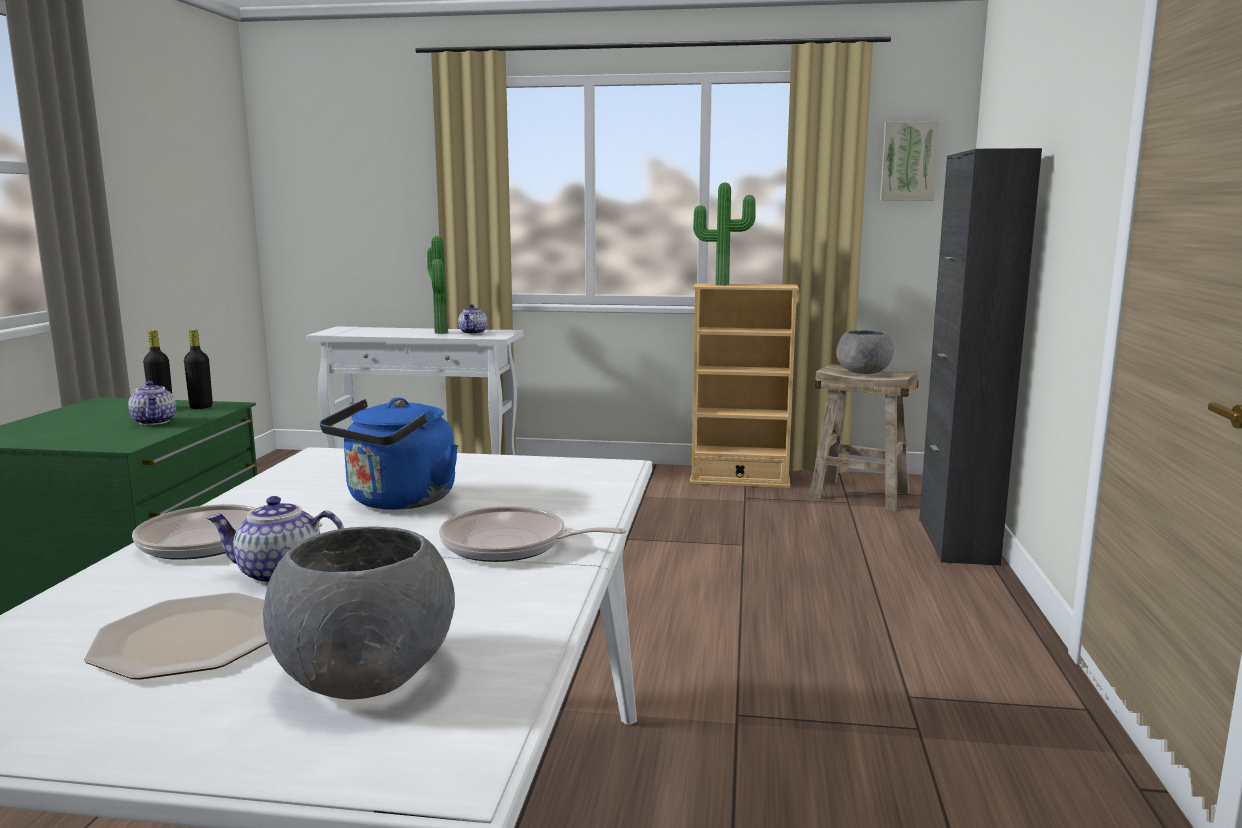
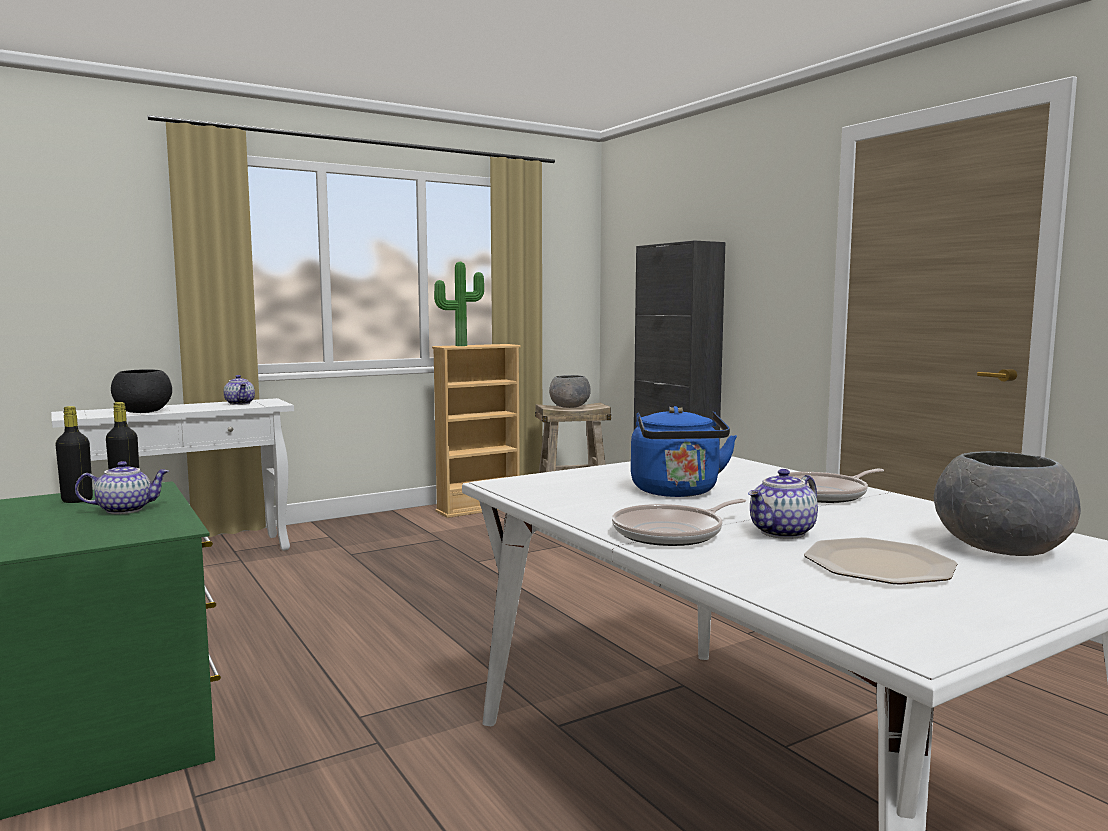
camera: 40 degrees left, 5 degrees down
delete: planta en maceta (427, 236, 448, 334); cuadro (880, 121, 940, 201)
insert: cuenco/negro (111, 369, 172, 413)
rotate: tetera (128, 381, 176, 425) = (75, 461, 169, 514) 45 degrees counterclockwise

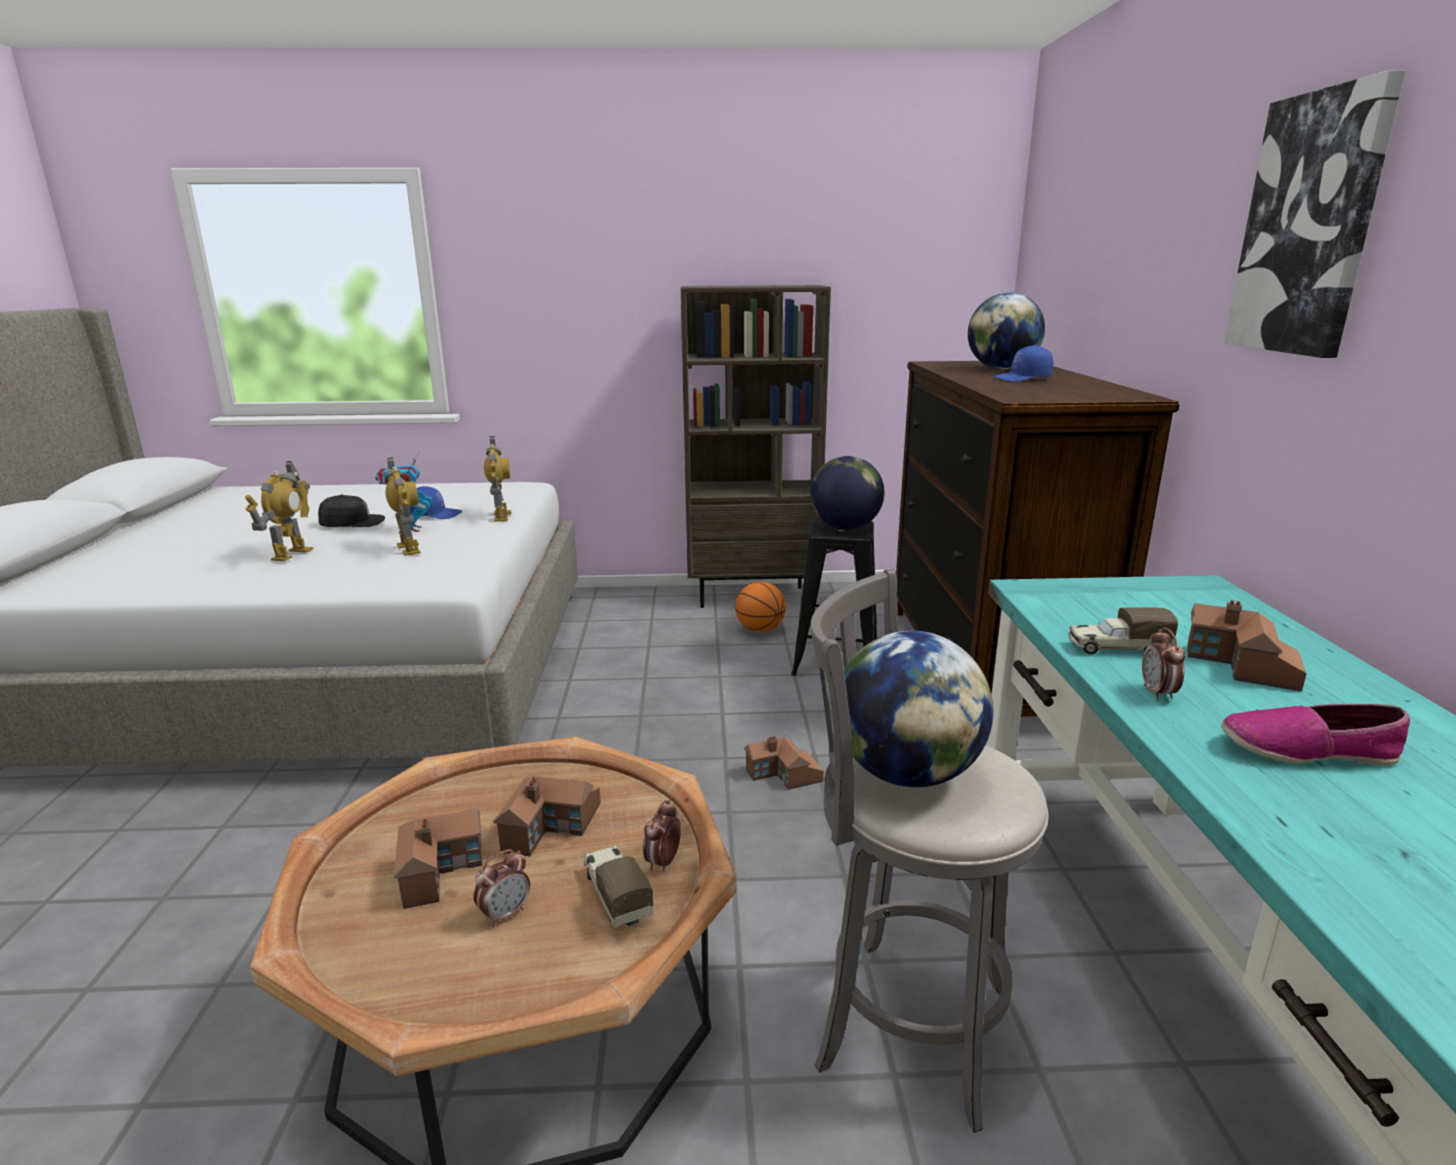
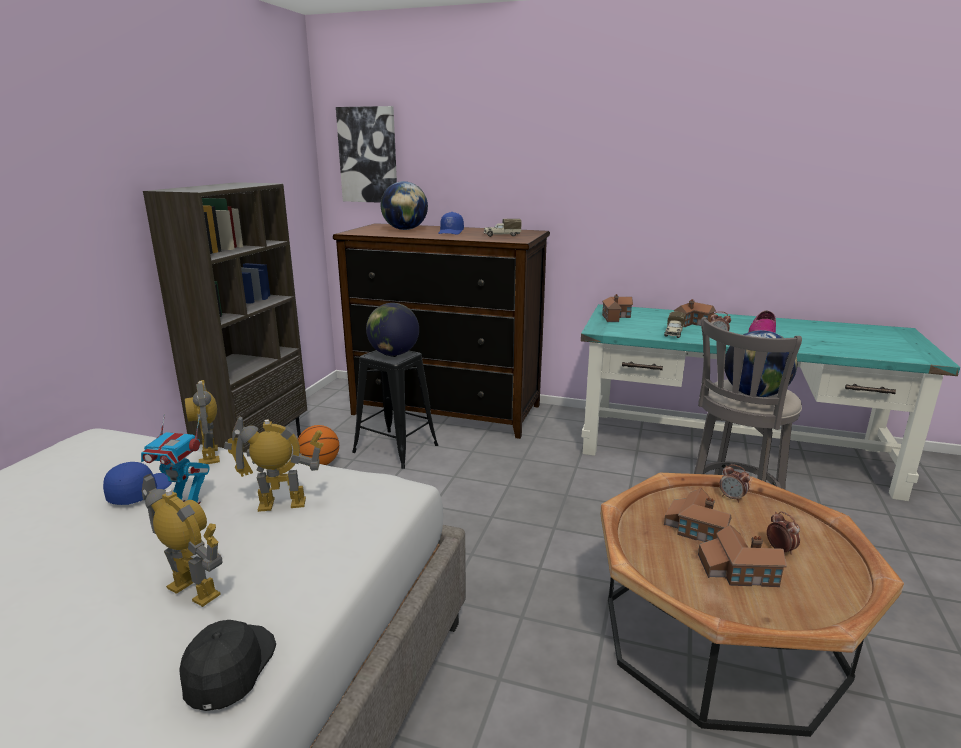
camera: 70 degrees left, 0 degrees up
move: gorra/negro (318, 494, 385, 527) to (179, 620, 276, 711); cuadro (1224, 70, 1406, 358) to (336, 106, 397, 203); camión de juguete (584, 844, 653, 928) to (483, 219, 521, 237); casita (744, 736, 824, 790) to (602, 294, 633, 322)
rotate: robot de juguete (484, 436, 511, 522) = (185, 380, 220, 464) 120 degrees counterclockwise

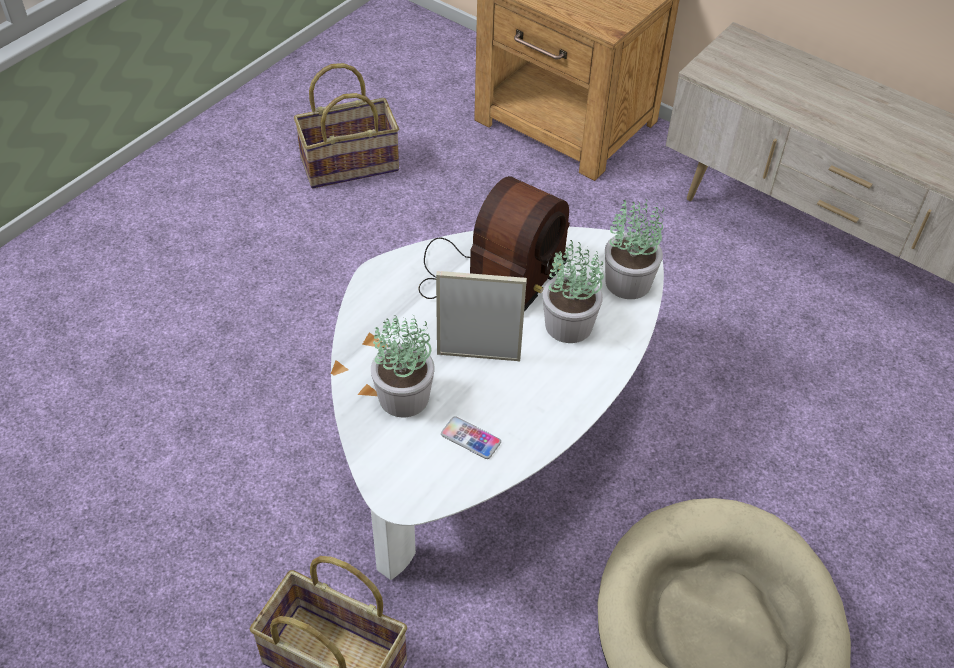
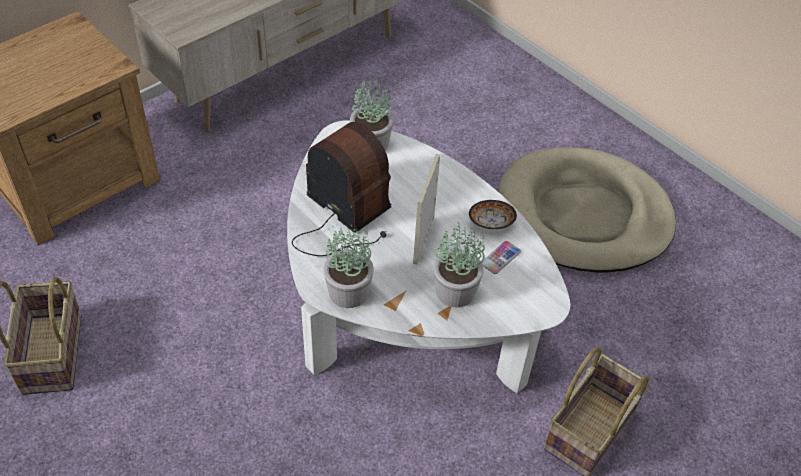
camera: 80 degrees left, 0 degrees up
insert: cuenco (469, 200, 517, 229)
move: planta en maceta (543, 240, 604, 343) to (323, 226, 374, 308)

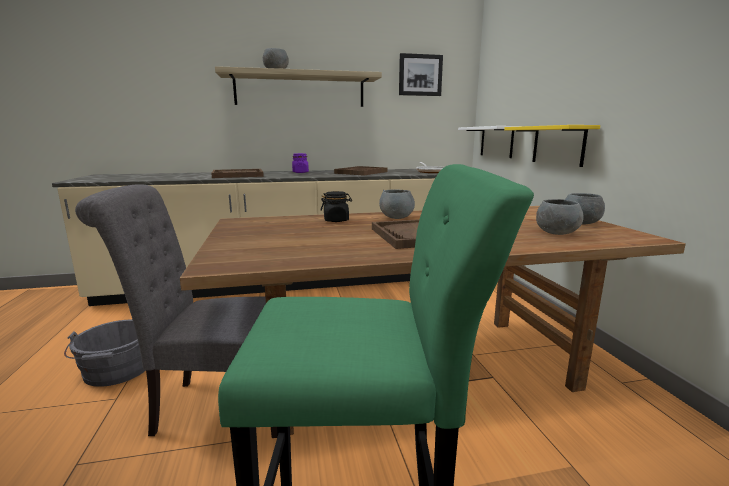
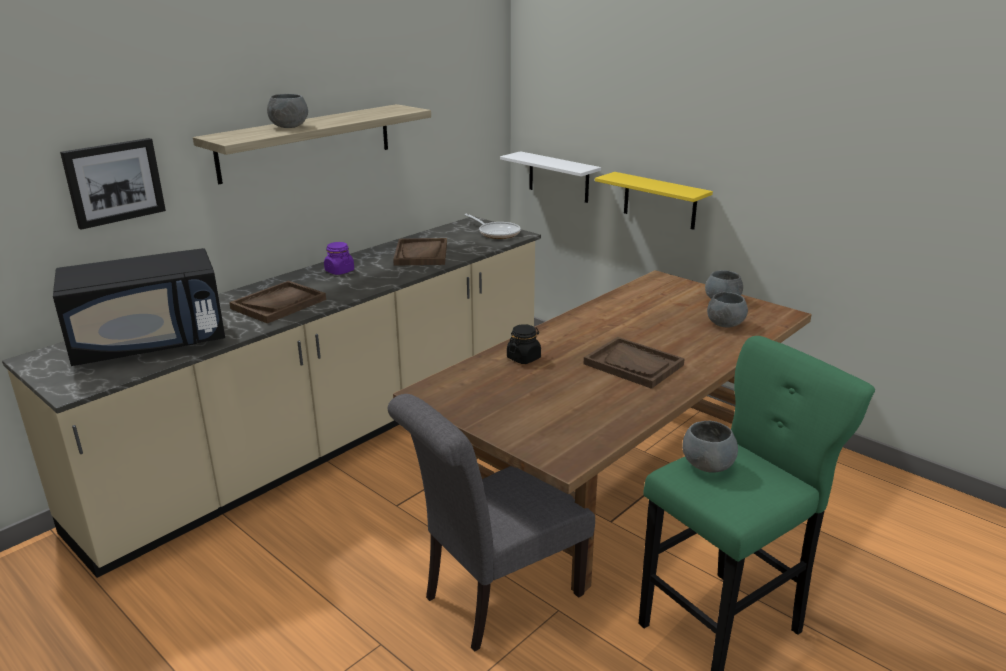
camera: 35 degrees left, 10 degrees up
delete: cubo/gris (64, 320, 146, 387)
insert: microondas/negro (53, 248, 225, 366)
move: cuadro (399, 53, 443, 96) to (60, 138, 166, 230); cuenco/gris (379, 189, 415, 219) to (682, 421, 738, 473)

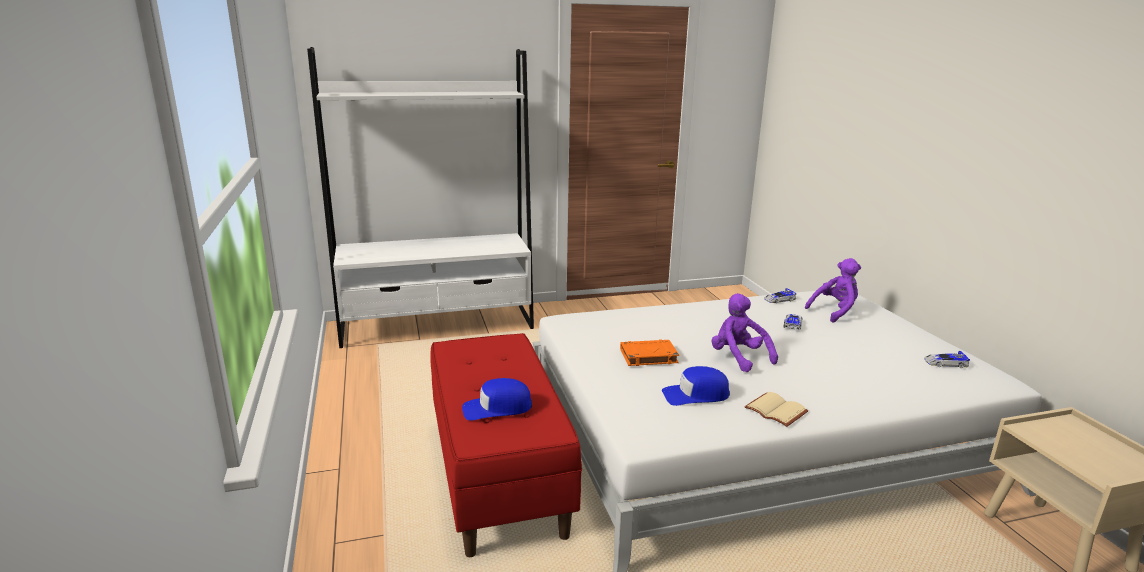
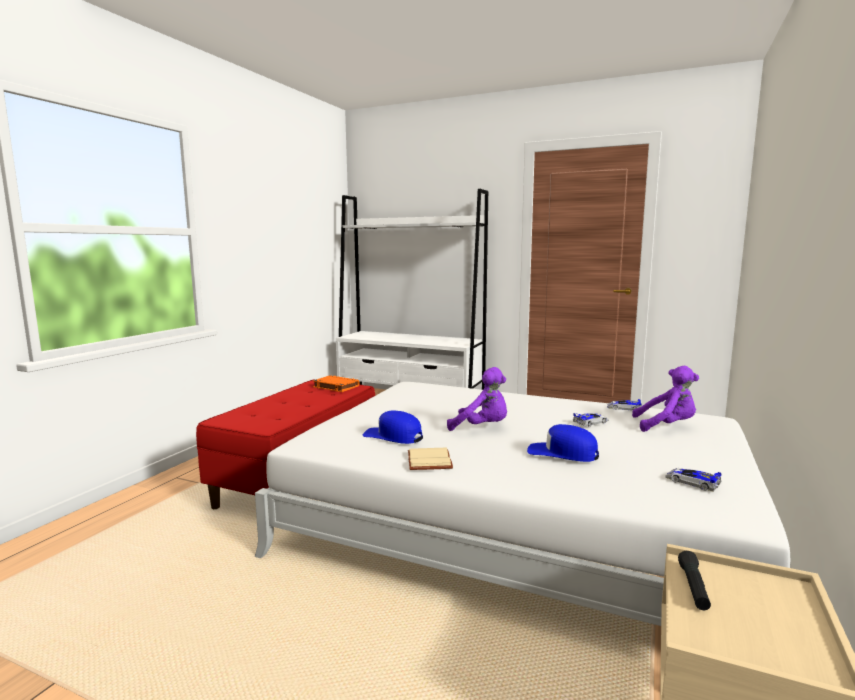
camera: 40 degrees right, 10 degrees down
insert: linterna/negro (678, 551, 711, 610)
move: libro/naranja (620, 339, 679, 366) to (313, 375, 360, 392); gorra/azul (462, 378, 532, 421) to (527, 424, 599, 462)
rotate: peluche/morado (711, 293, 778, 372) = (447, 367, 507, 431) 105 degrees clockwise

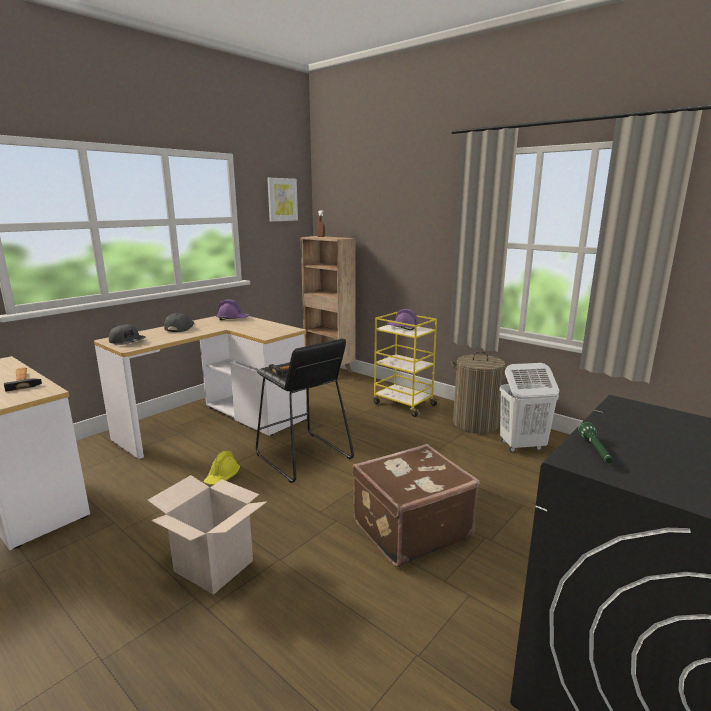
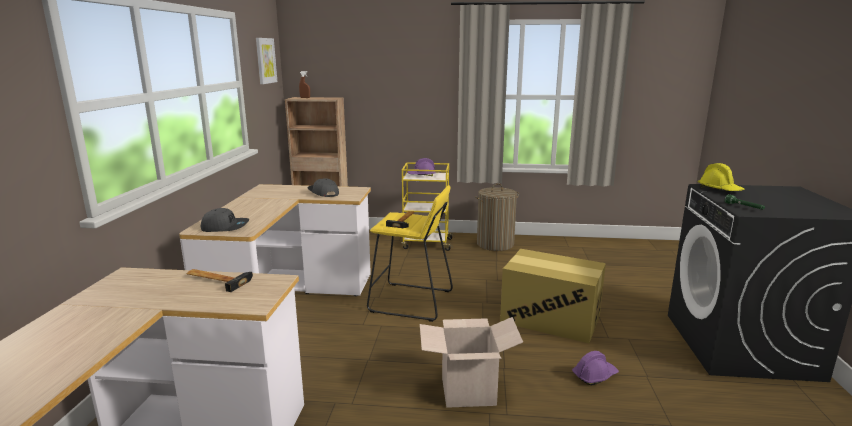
camera: 35 degrees left, 0 degrees up
delete: cesto de la ropa/blanco (500, 363, 559, 452)
move: gorra/gris (164, 313, 194, 332) to (308, 179, 339, 197); casco/morado (216, 299, 250, 320) to (572, 351, 619, 386); casco/amarillo (203, 451, 240, 485) to (697, 163, 745, 191)
replace: maleta/marrón (352, 444, 480, 567) to caja de cartón (500, 249, 606, 343)
recolor: taburete/negro (256, 339, 354, 483) to taburete/amarillo (367, 185, 453, 322)

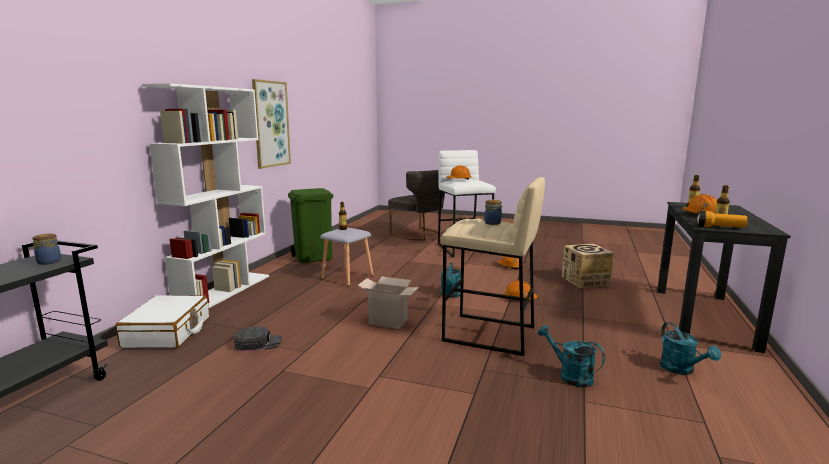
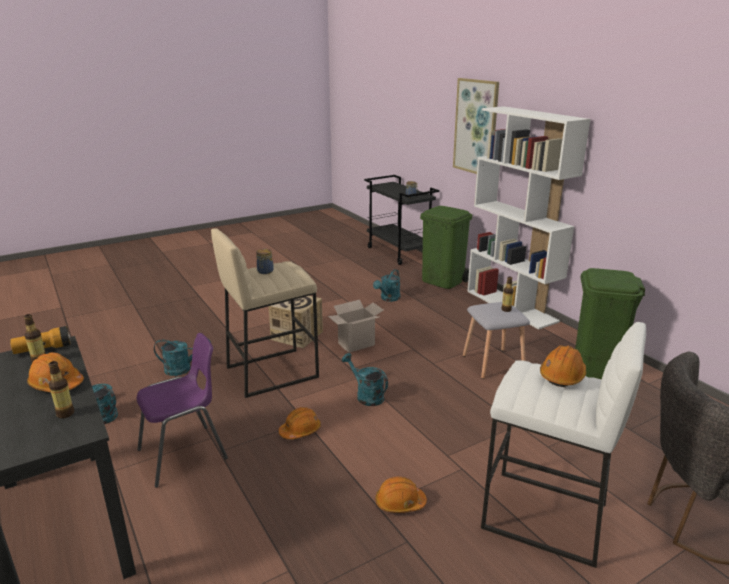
camera: 130 degrees right, 10 degrees up
insert: silla/morado (137, 333, 228, 488)
move: caja de cartón (562, 244, 614, 288) to (268, 296, 323, 348); cuadro (252, 79, 291, 169) to (453, 78, 499, 174)
replace: gorra/negro (234, 326, 282, 352) to regadera/turquesa (373, 269, 400, 302); maleta/blanco (116, 295, 209, 348) to papelera/verde (420, 206, 472, 289)

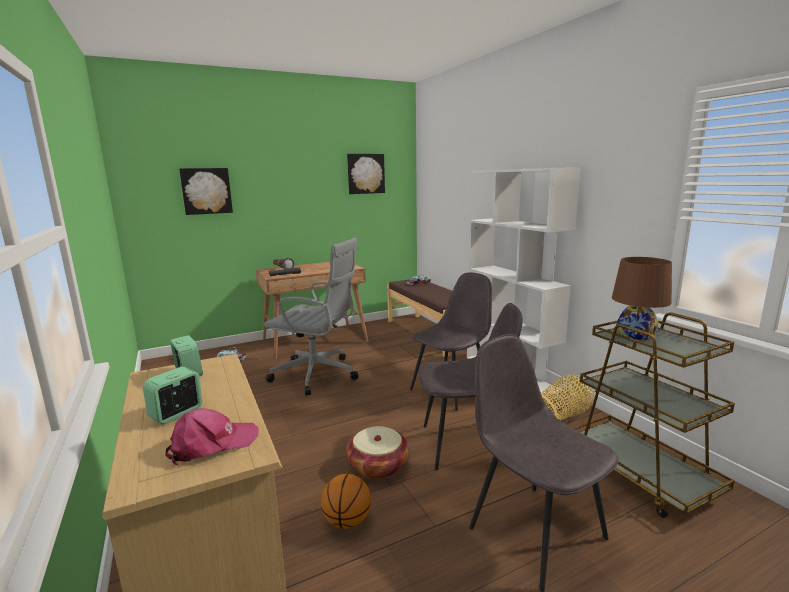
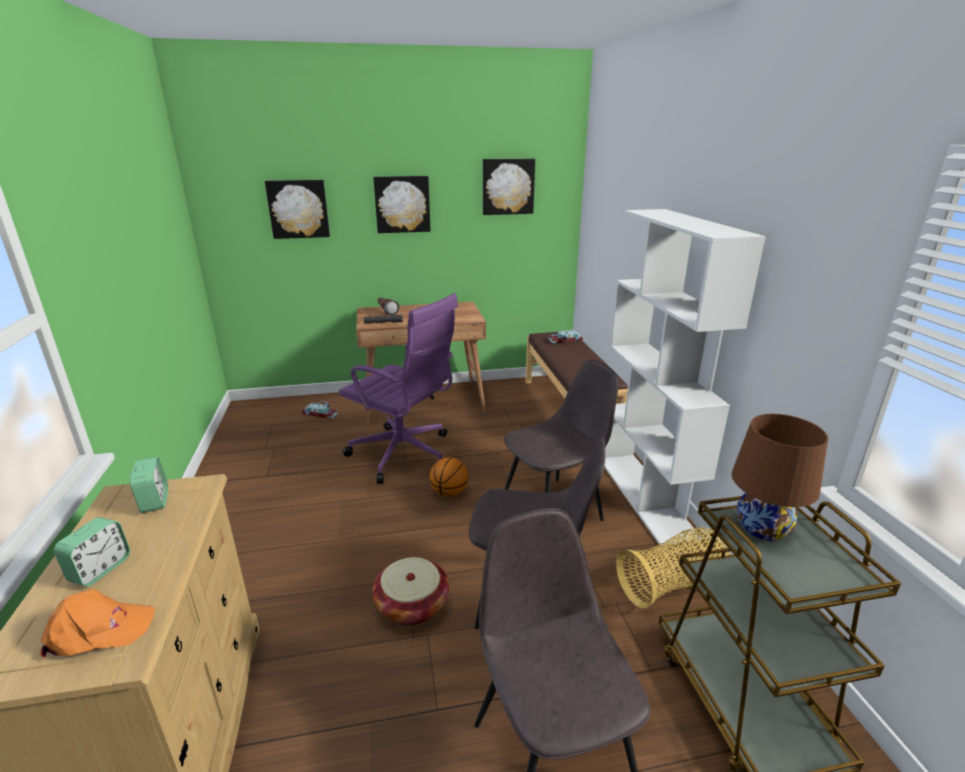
camera: 15 degrees right, 10 degrees up
insert: cuadro (373, 176, 431, 233)
move: balón de baloncesto (321, 474, 371, 529) to (429, 457, 468, 497)
recolor: gorra/rosa (165, 408, 258, 465) to gorra/naranja (40, 589, 155, 660); silla de oficina/gris (264, 237, 359, 395) to silla de oficina/morado (339, 293, 458, 484)
rotate: despertador (143, 367, 202, 424) = (54, 517, 130, 586) 150 degrees clockwise

